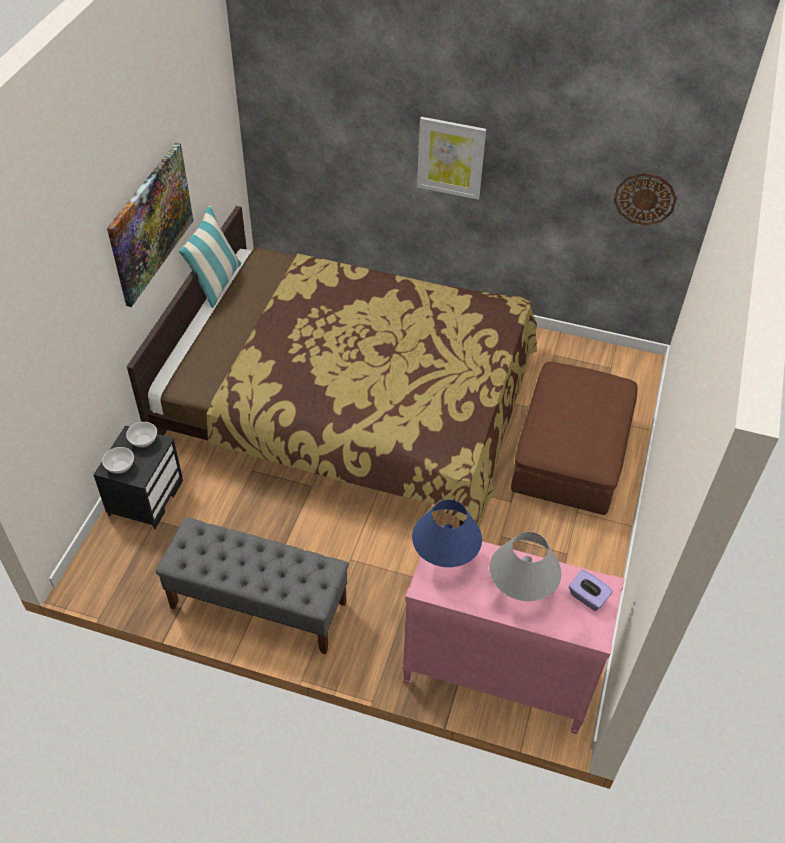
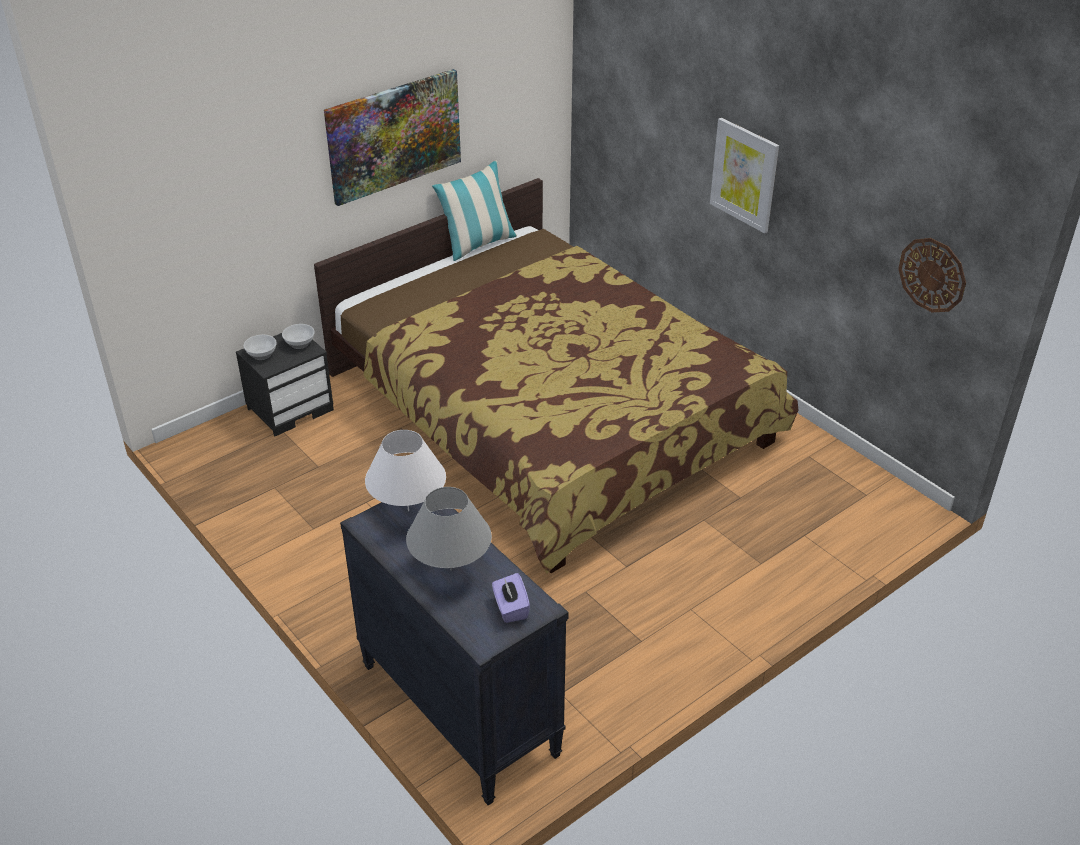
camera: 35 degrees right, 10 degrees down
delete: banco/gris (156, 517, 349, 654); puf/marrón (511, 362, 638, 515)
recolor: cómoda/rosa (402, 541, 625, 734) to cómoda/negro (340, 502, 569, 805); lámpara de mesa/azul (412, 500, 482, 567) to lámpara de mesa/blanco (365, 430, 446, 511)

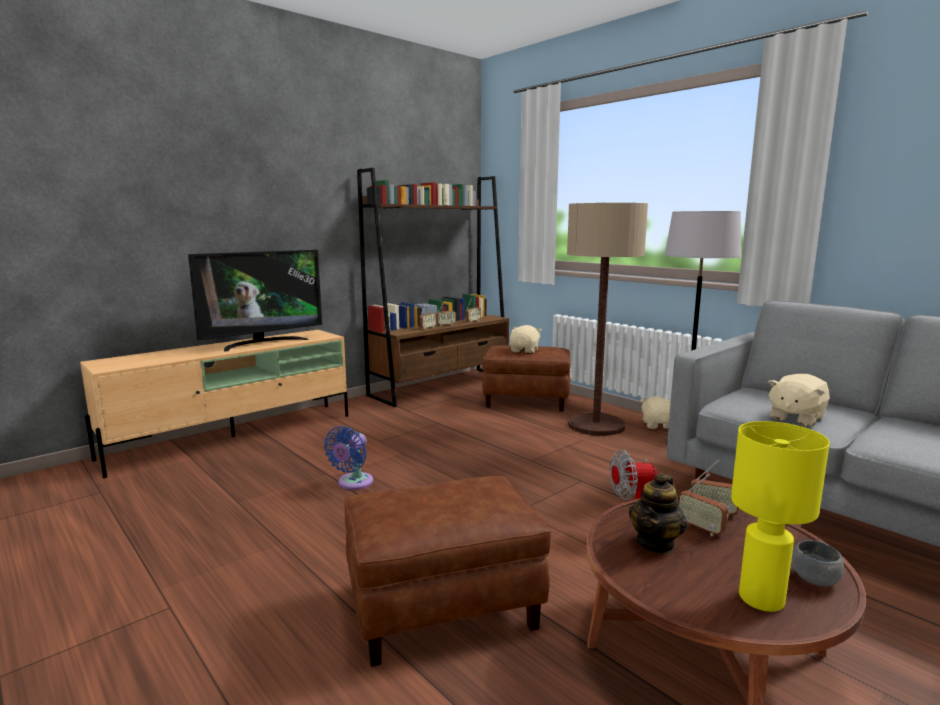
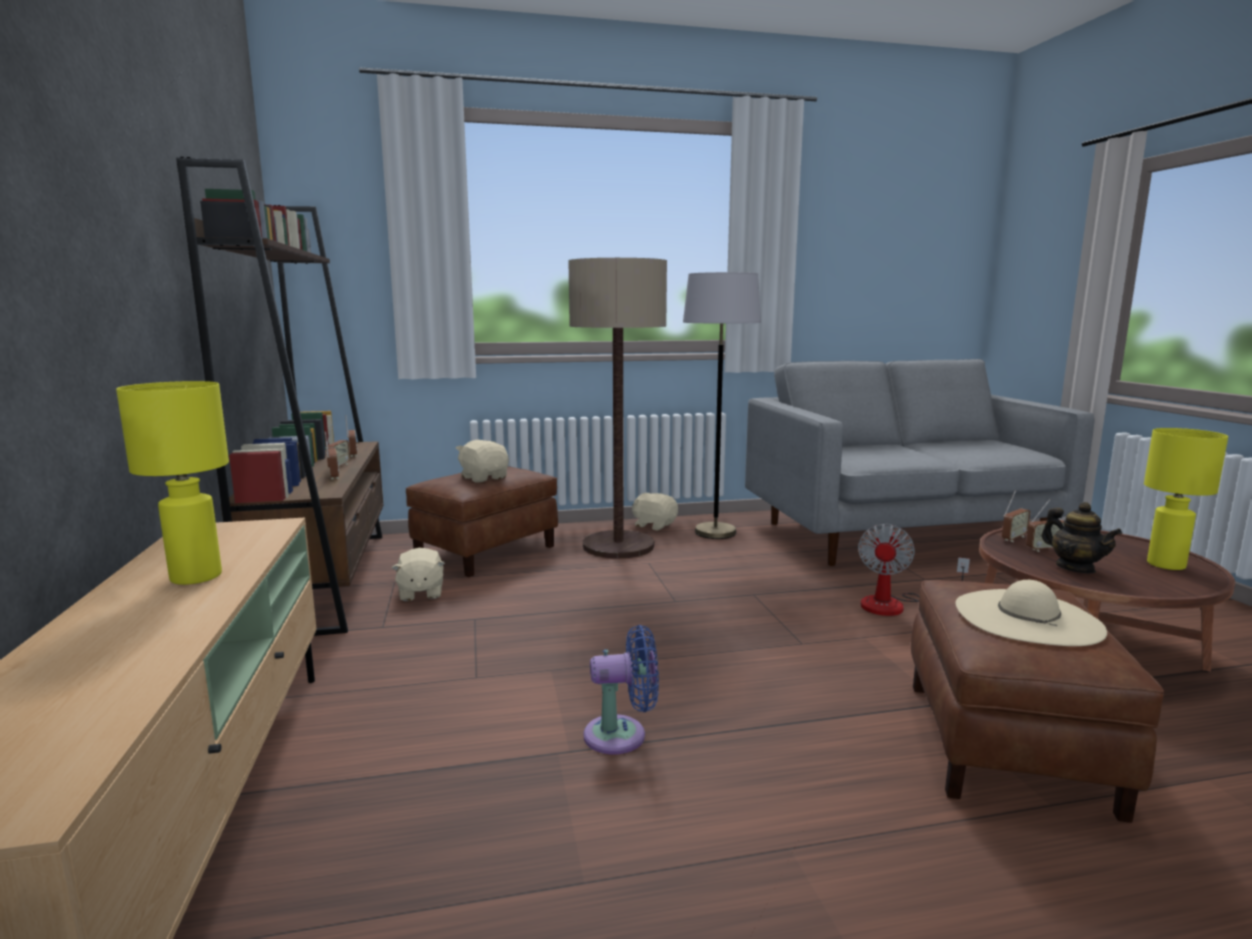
camera: 60 degrees left, 0 degrees up
delete: cuenco/gris (791, 540, 844, 587)
insert: sombrero/beis (955, 580, 1107, 646)
move: peluche/beis (768, 374, 830, 426) to (392, 548, 445, 601)
replace: televisor (188, 250, 322, 352) to lámpara de mesa/amarillo (116, 381, 229, 585)
rotate: ventilador/azul (324, 426, 373, 490) = (583, 625, 659, 754) 60 degrees counterclockwise

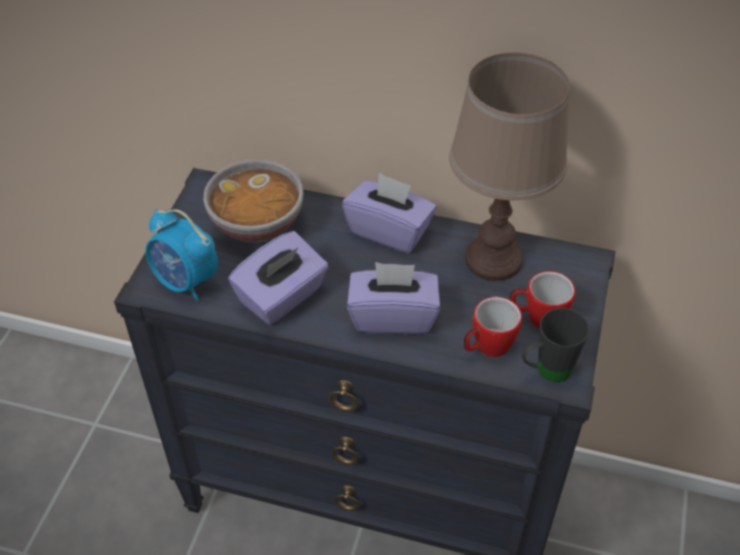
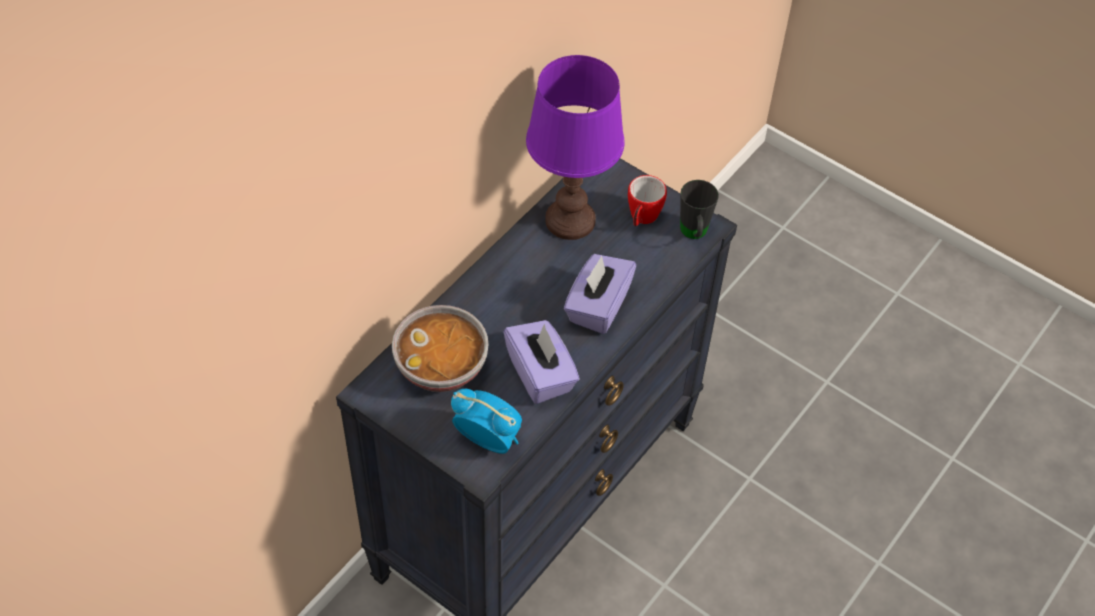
camera: 70 degrees left, 5 degrees up
delete: caja de pañuelos/morado (342, 173, 437, 253); taza grande (464, 297, 522, 357)
recolor: lámpara de mesa/marrón (449, 52, 570, 281) to lámpara de mesa/morado (526, 55, 625, 240)
rotate: despertador (146, 209, 218, 301) = (451, 389, 522, 454) 120 degrees counterclockwise

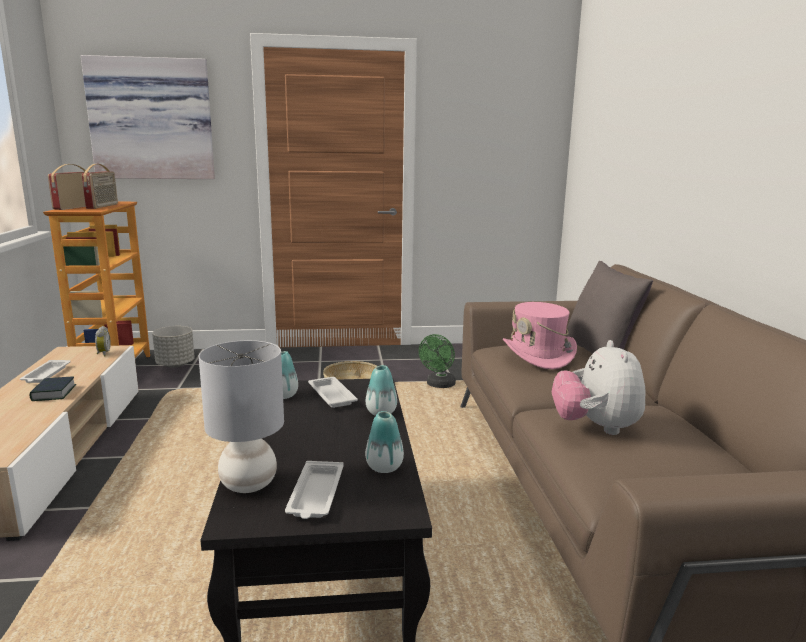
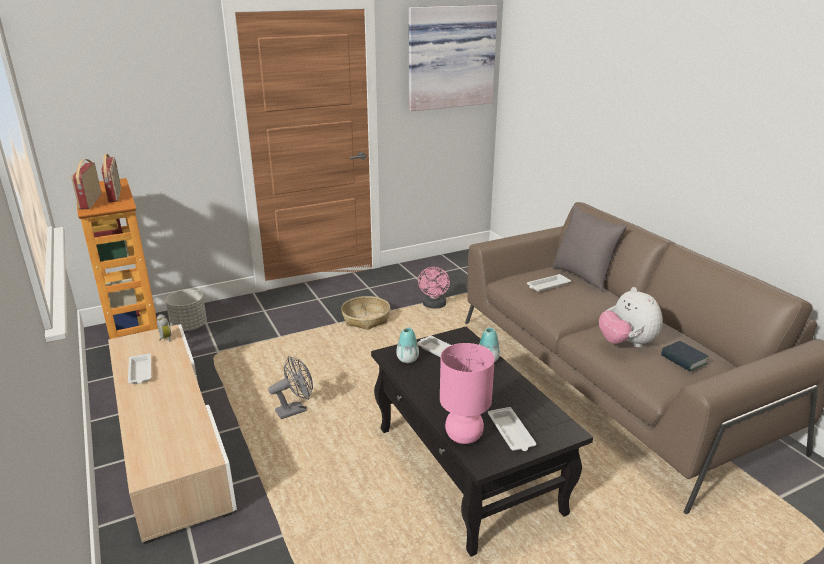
camera: 20 degrees left, 10 degrees up
delete: florero (365, 411, 404, 473)
insert: ventilador/gris (268, 356, 313, 419)
move: cuadro (81, 55, 215, 179) to (409, 5, 498, 111); libro (30, 377, 76, 401) to (661, 341, 709, 371)
replace: sombrero/rosa (503, 302, 577, 369) to bandeja/blanco (527, 274, 571, 292)
recolor: ventilador/verde (419, 334, 456, 388) to ventilador/rosa (418, 267, 450, 308); lámpara de mesa/gris (199, 340, 284, 493) to lámpara de mesa/rosa (440, 343, 495, 444)

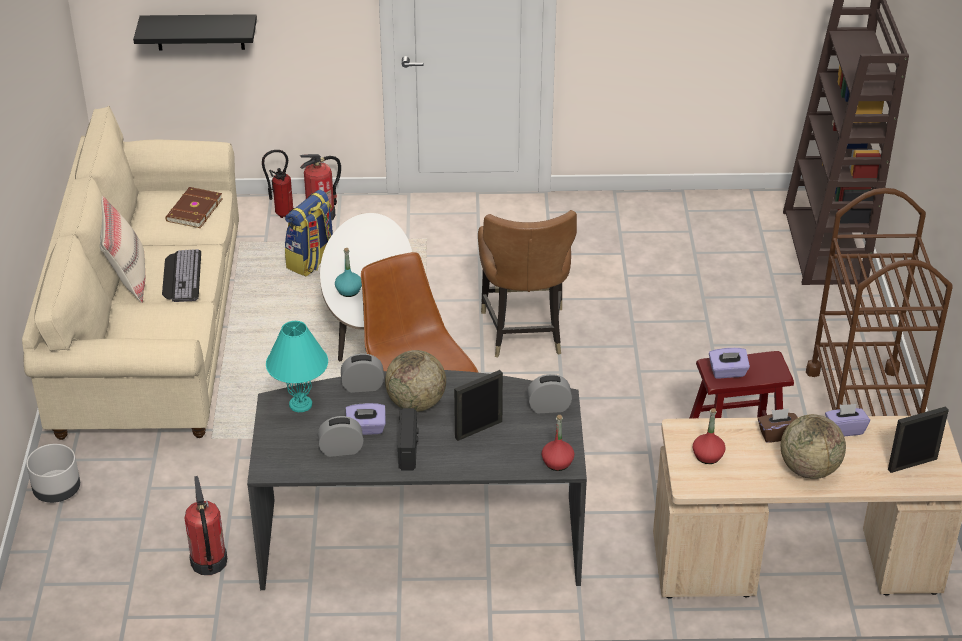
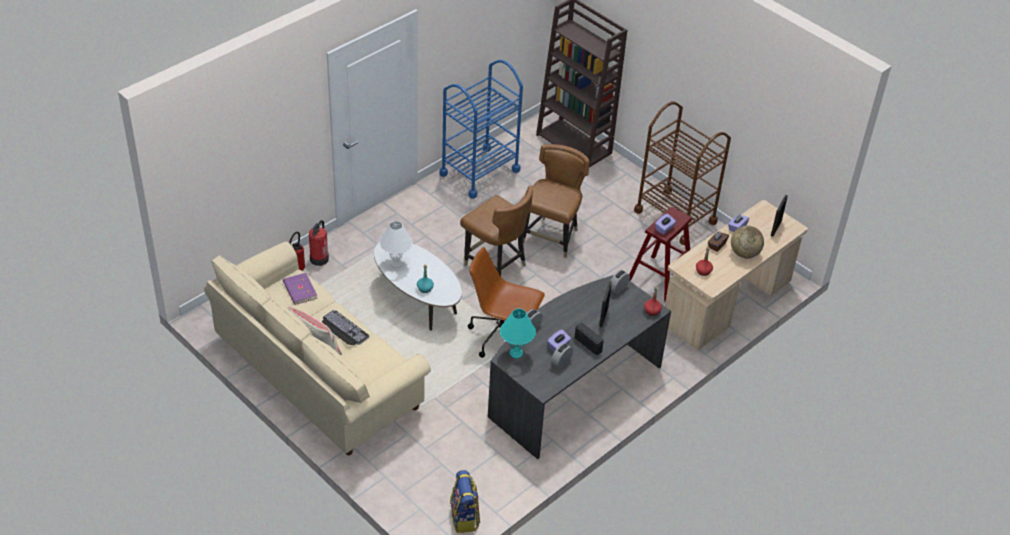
camera: 45 degrees left, 5 degrees up
delete: maceta/gris (26, 444, 80, 503); estante/negro (133, 14, 257, 51); extintor (185, 476, 227, 575); globo terráqueo (385, 350, 446, 412)
insert: lámpara de mesa/blanco (380, 221, 412, 268); carrito/azul (439, 60, 523, 199); silla/marrón (523, 144, 590, 258)
move: mochila (285, 190, 333, 276) to (450, 470, 480, 533)
recolor: libro/marrón (165, 187, 223, 228) to libro/morado (283, 273, 317, 305)

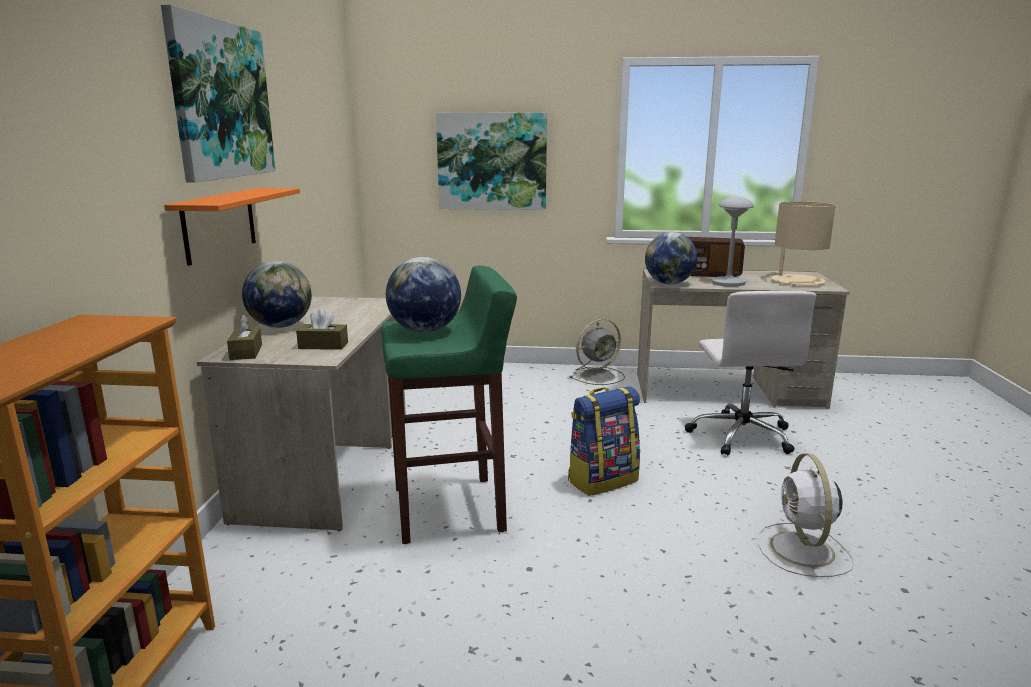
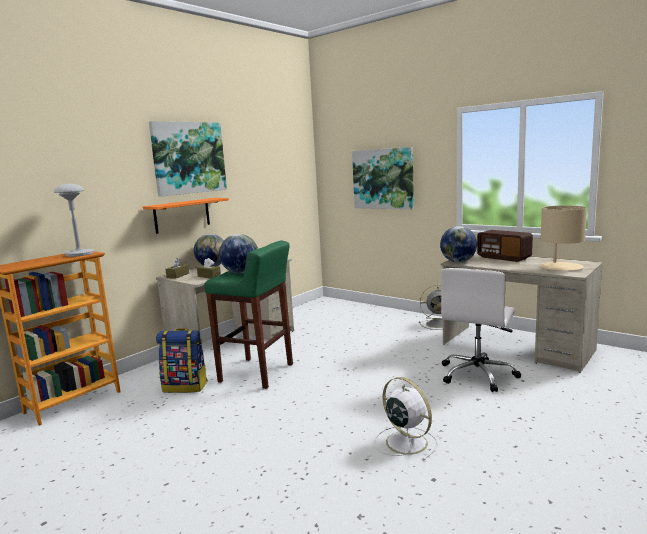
camera: 35 degrees right, 5 degrees down
move: lámpara de mesa/gris (711, 196, 754, 287) to (54, 184, 94, 257); mochila (568, 387, 640, 496) to (156, 328, 208, 393)
rotate: ventilador/blanco (757, 454, 854, 577) = (374, 377, 438, 461) 105 degrees clockwise

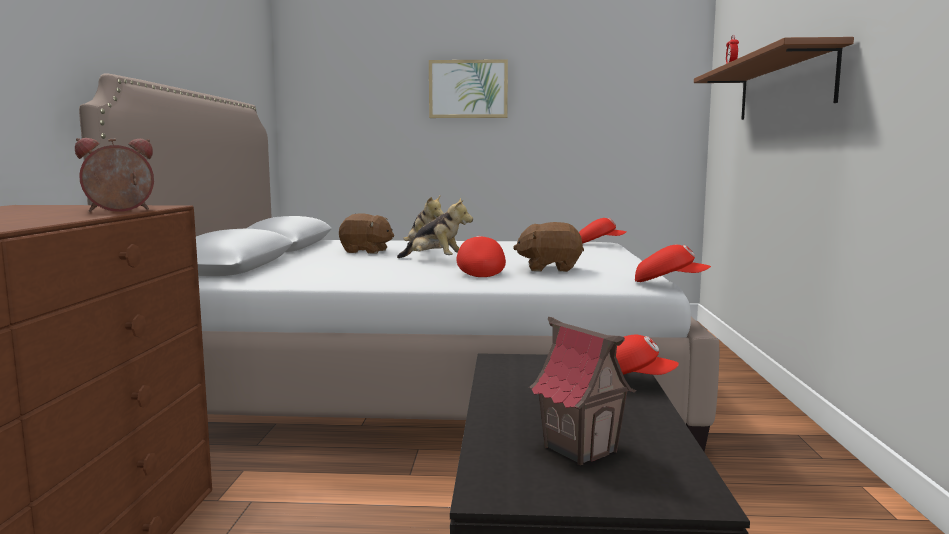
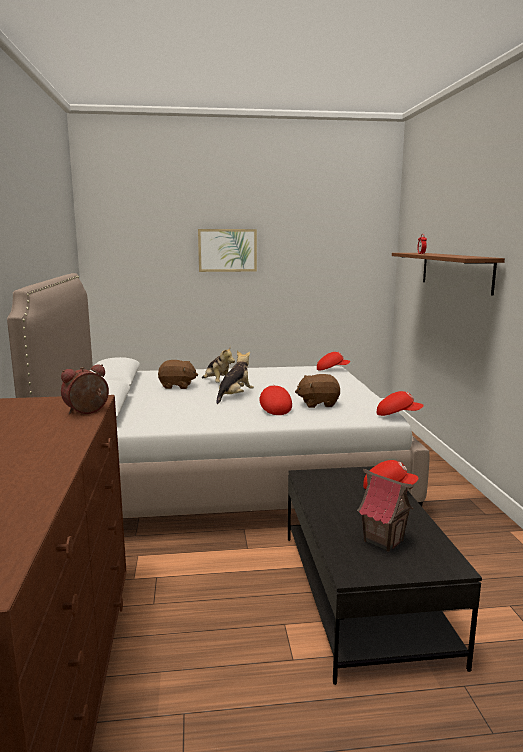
camera: 10 degrees left, 5 degrees up
rotate: peluche (397, 197, 473, 258) = (216, 351, 254, 404) 75 degrees counterclockwise

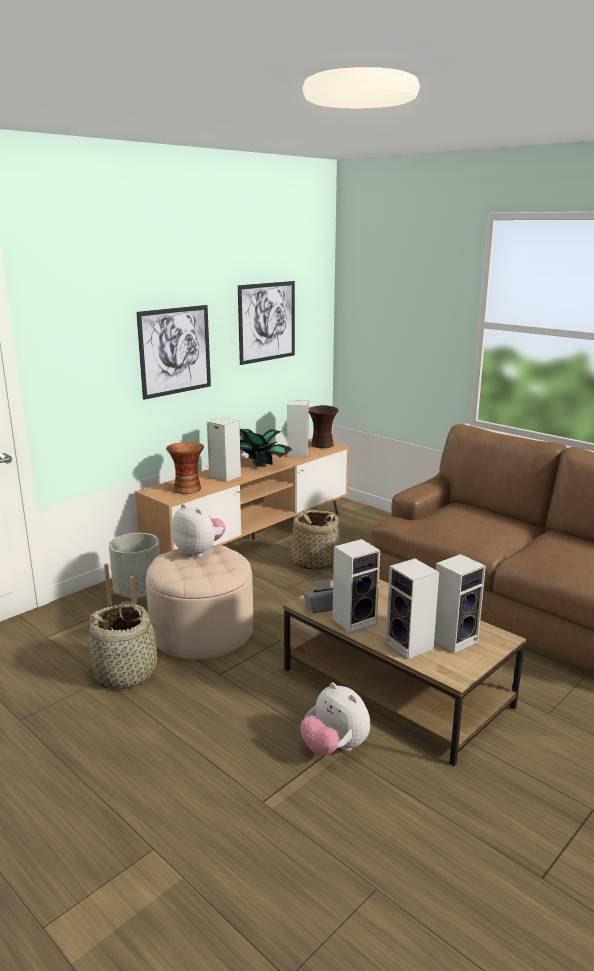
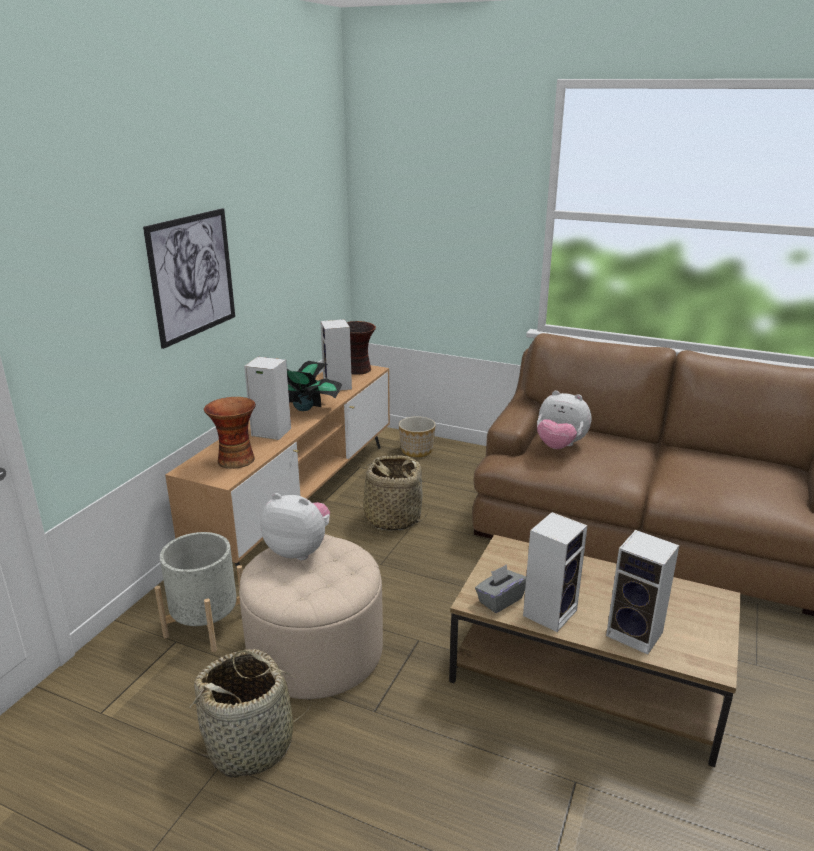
camera: 20 degrees left, 5 degrees up
delete: cuadro (238, 281, 295, 365); altavoz (434, 554, 486, 653)
insert: maceta (399, 416, 436, 457)
move: peluche (301, 683, 370, 756) to (537, 390, 591, 449)

